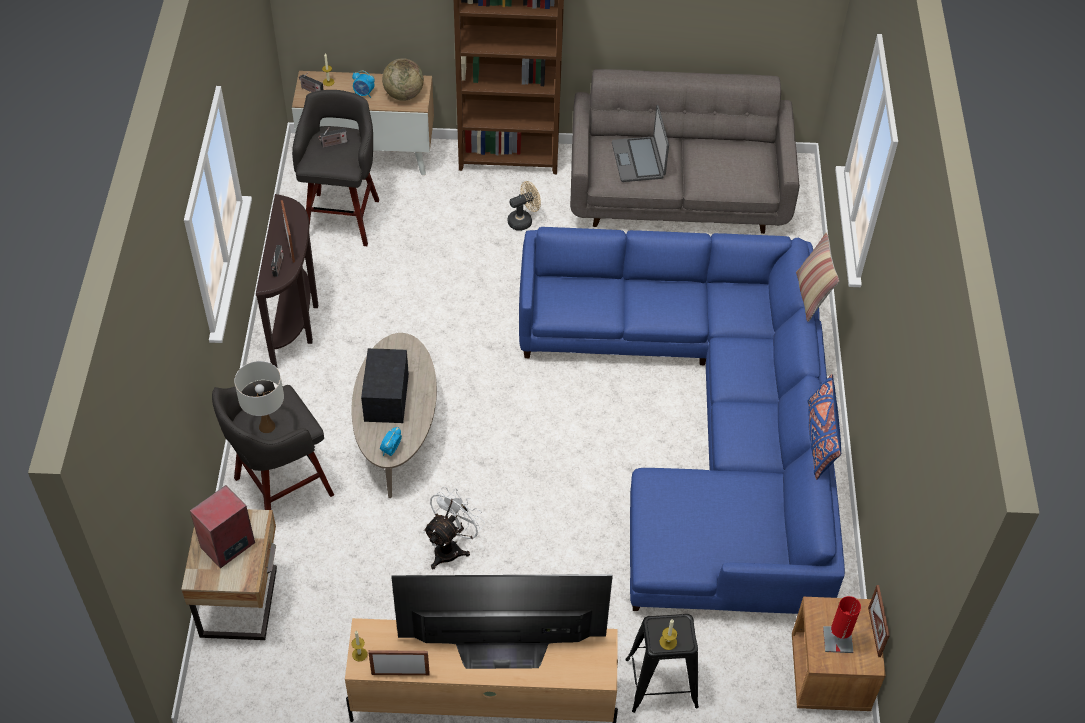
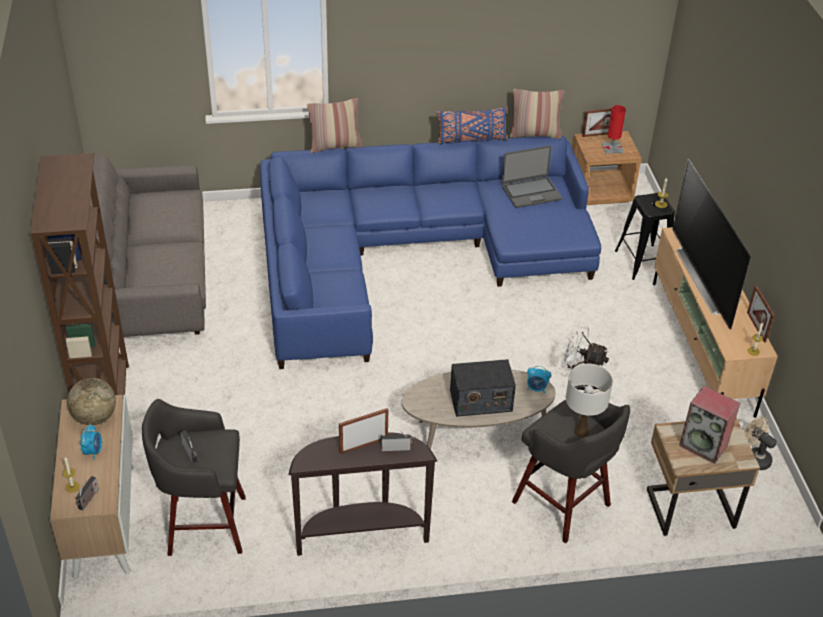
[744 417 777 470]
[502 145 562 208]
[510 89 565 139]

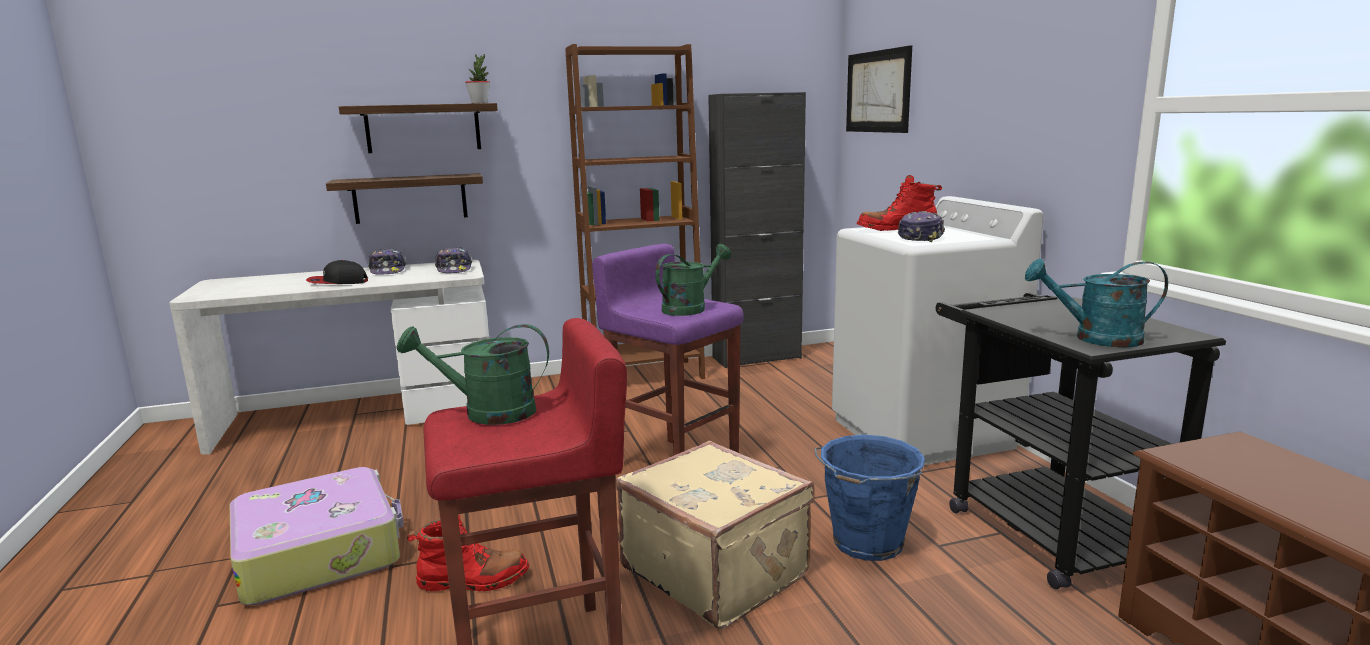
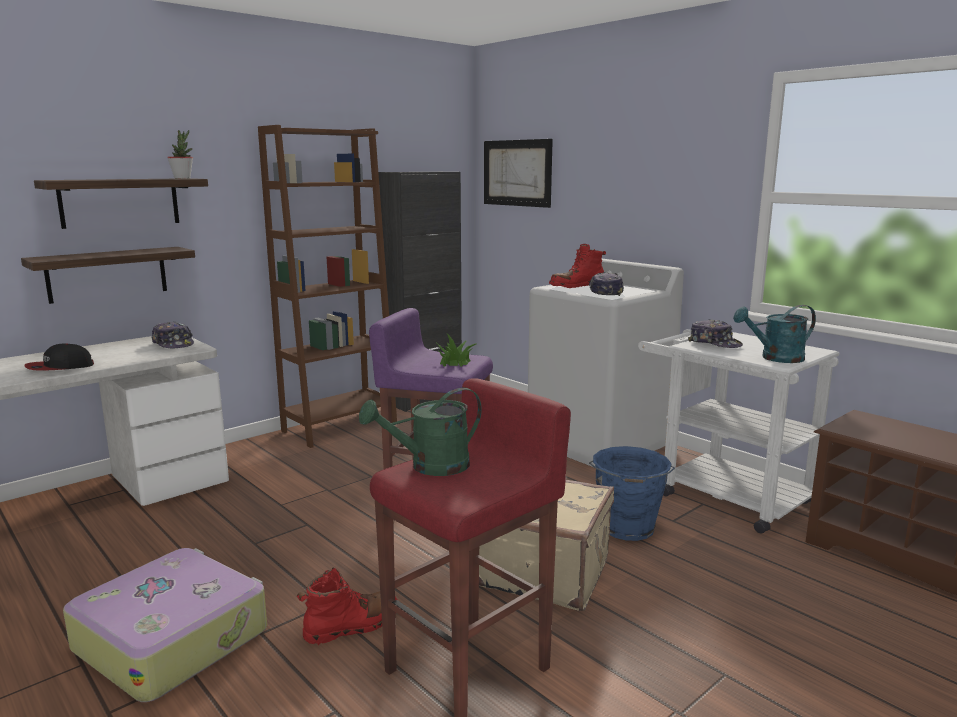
[688 320 743 348]
[437 334 476 367]
[638 329 839 534]

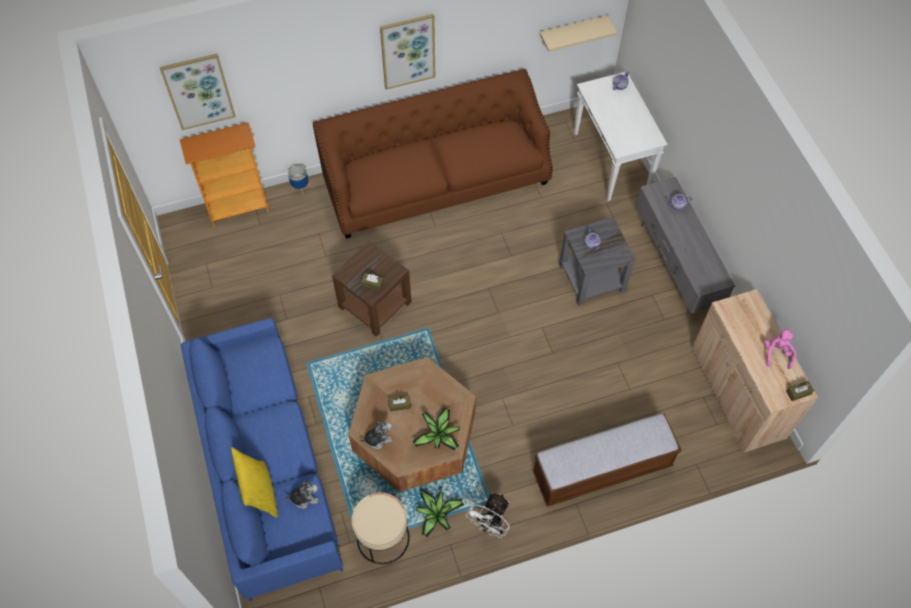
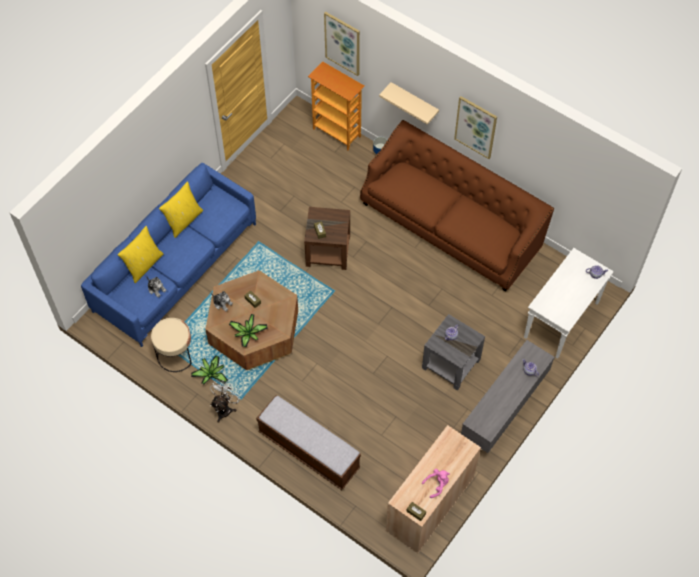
[210 379 242 423]
[379 82 439 125]
[159 181 203 238]

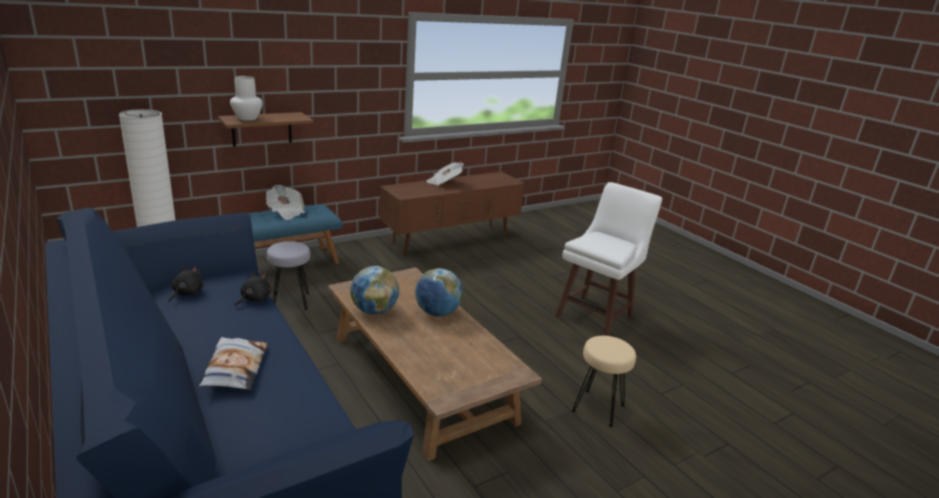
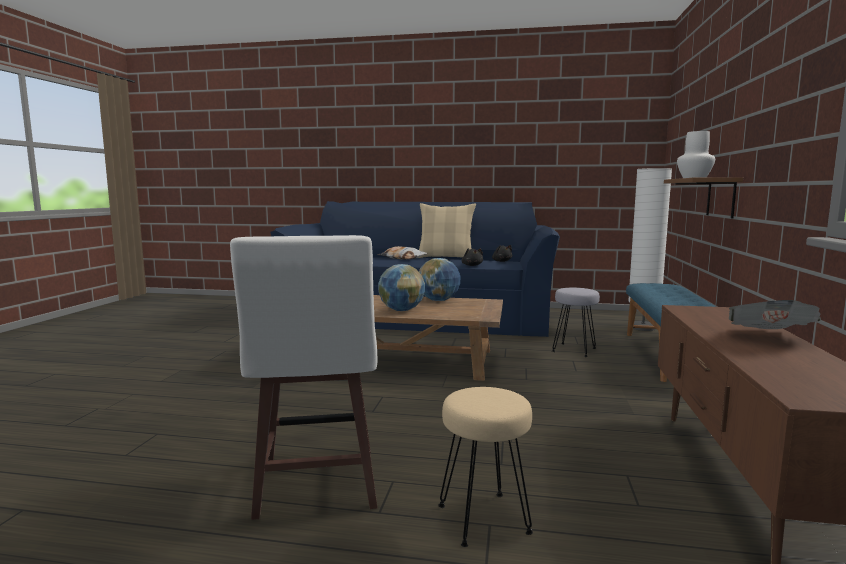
[266 185 305 220] (first image)
[438 387 533 547]
[419 203 476 258]

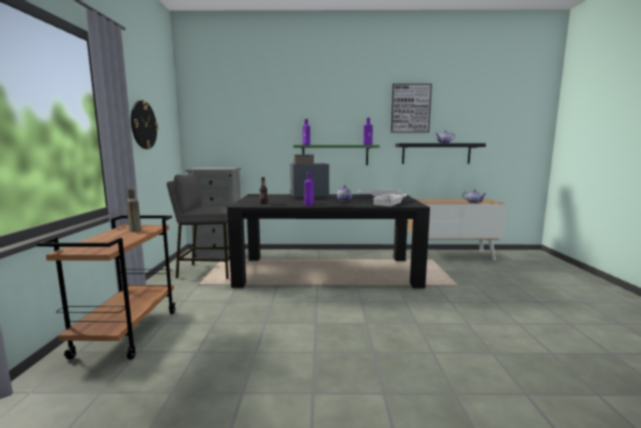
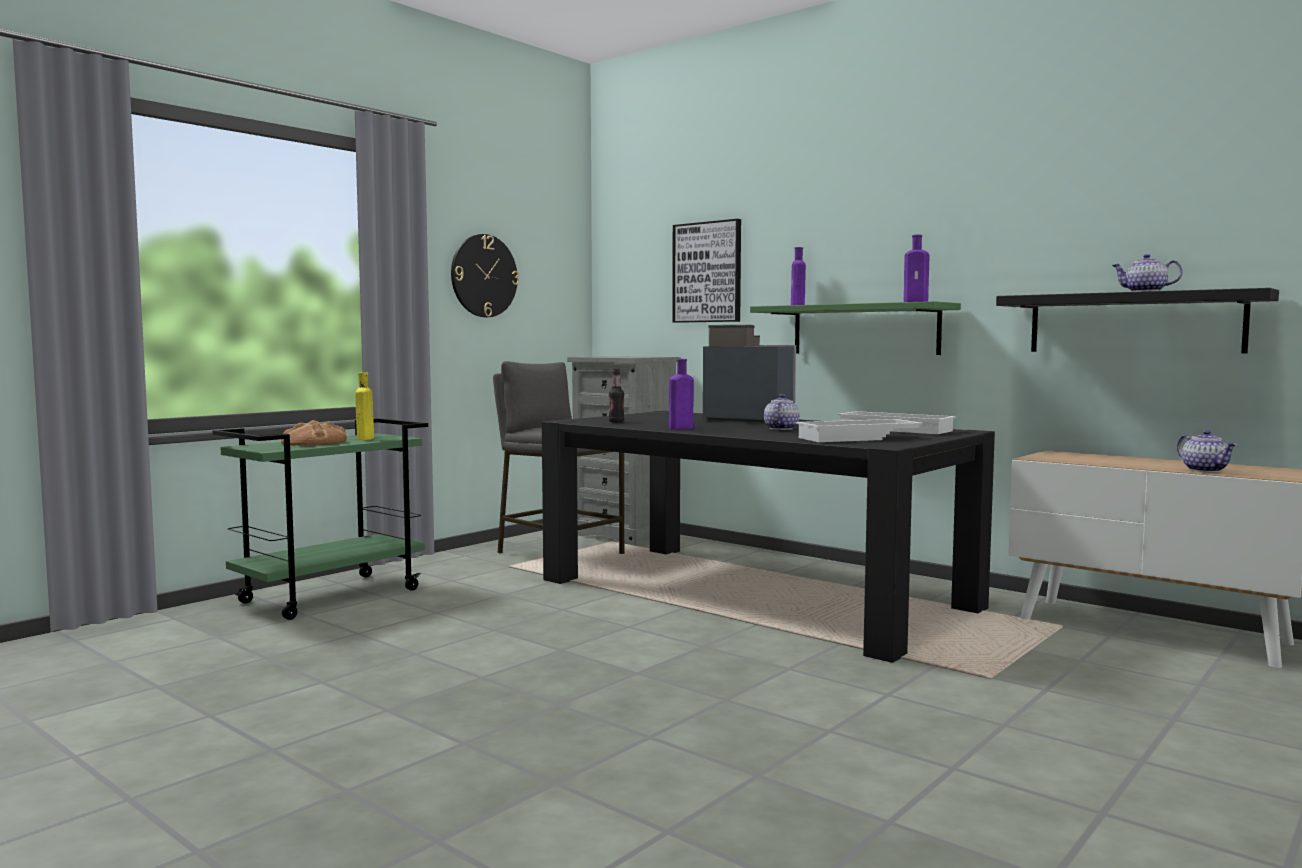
[212 418 428 620]
[355 372 374 440]
[672 219 741 323]
[281 420 347 446]

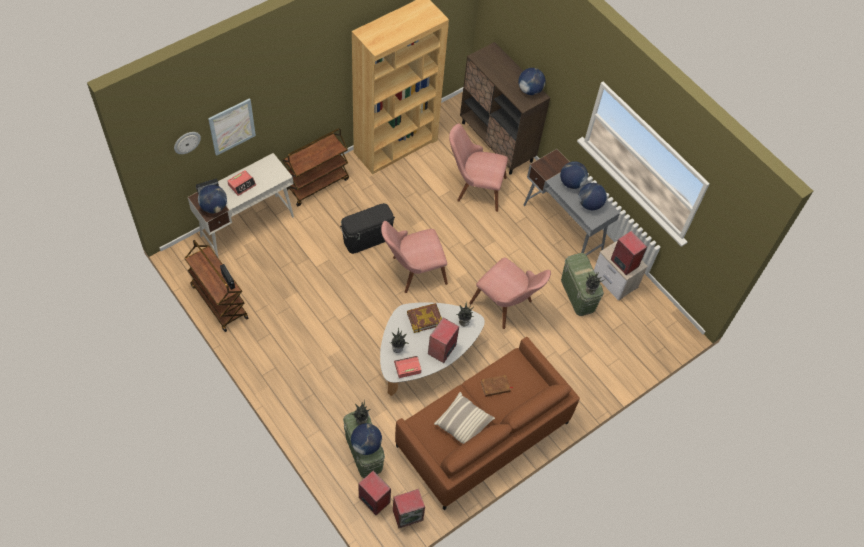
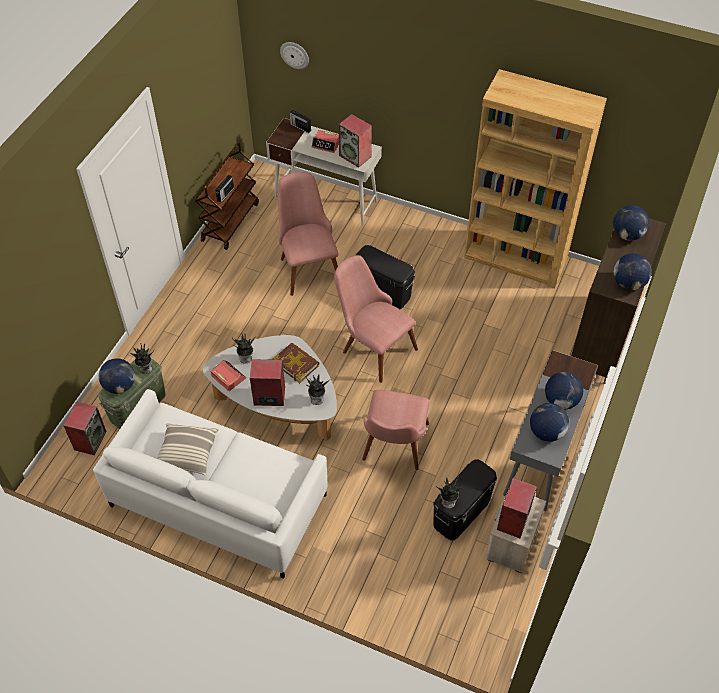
[613 205 649 241]
[208 98 256 156] (first image)
[283 128 349 206] (first image)
[338 114 372 168]
[93 389 327 579]
[278 172 338 296]
[481 375 513 397] (first image)
[433 459 497 540]

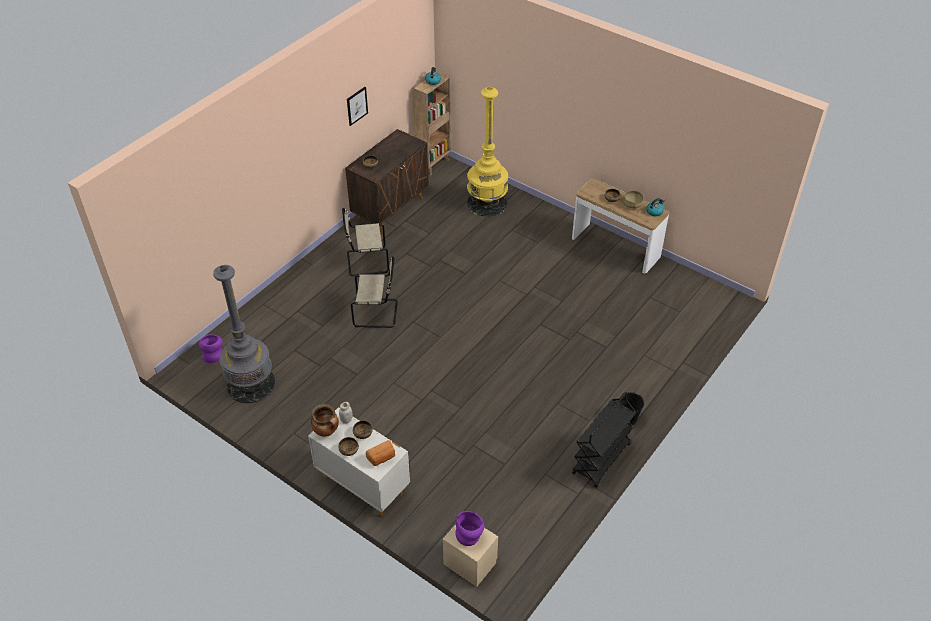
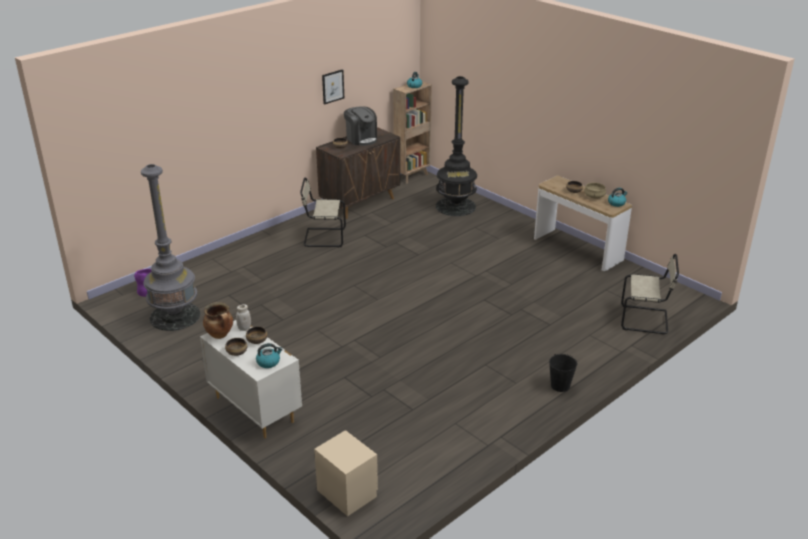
[621 254 679 334]
[256 343 282 368]
[456 511 485 546] (first image)
[436 76 477 216]
[572 392 636 488] (first image)
[344 106 377 146]

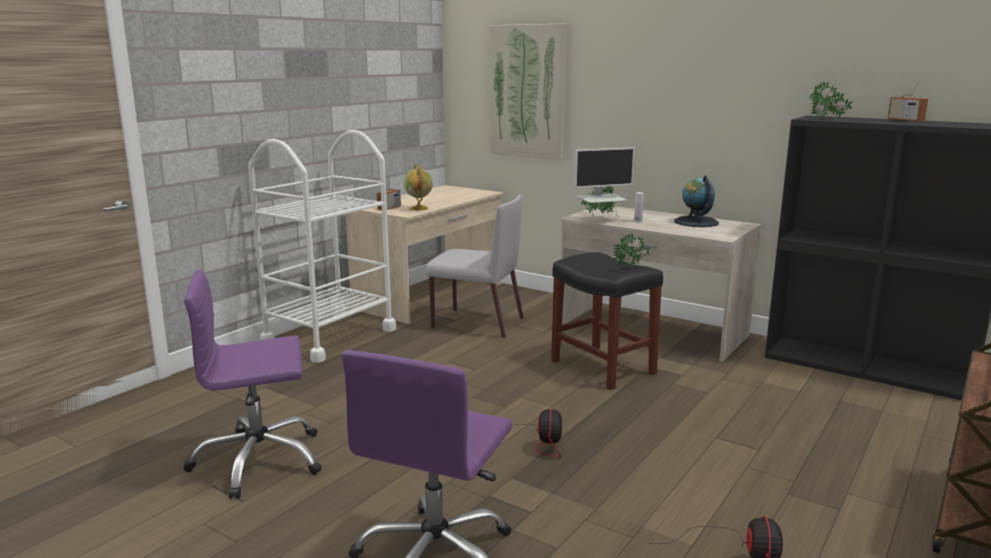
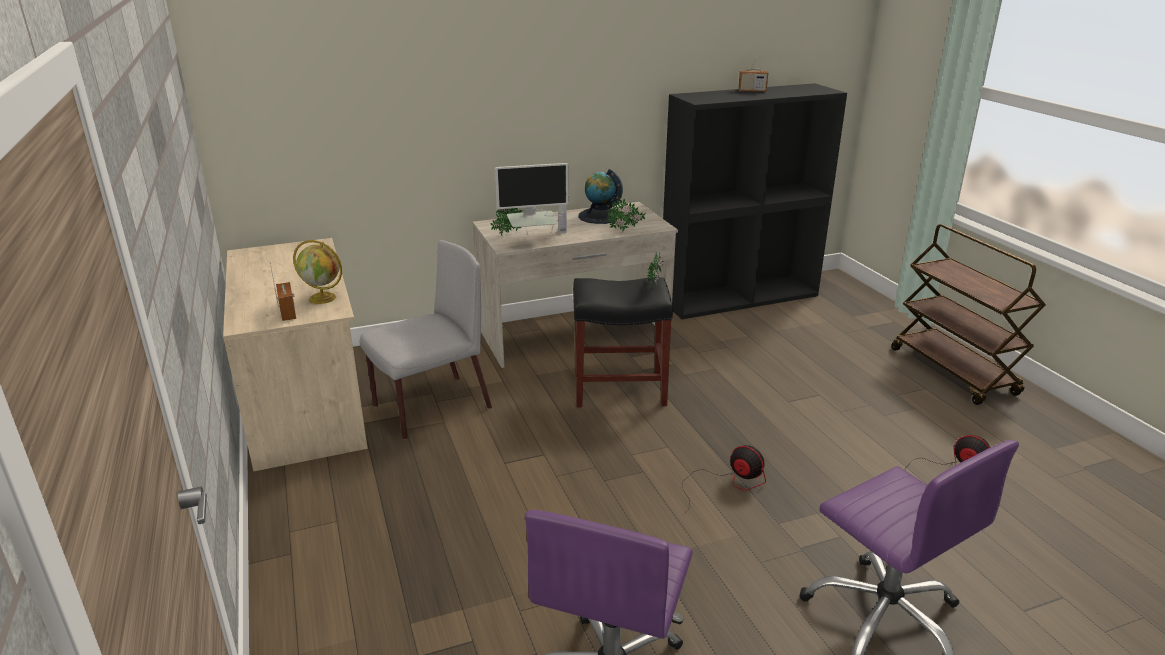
[248 130 396 363] (first image)
[490 24 567 160] (first image)
[495 163 569 241]
[608 199 646 231]

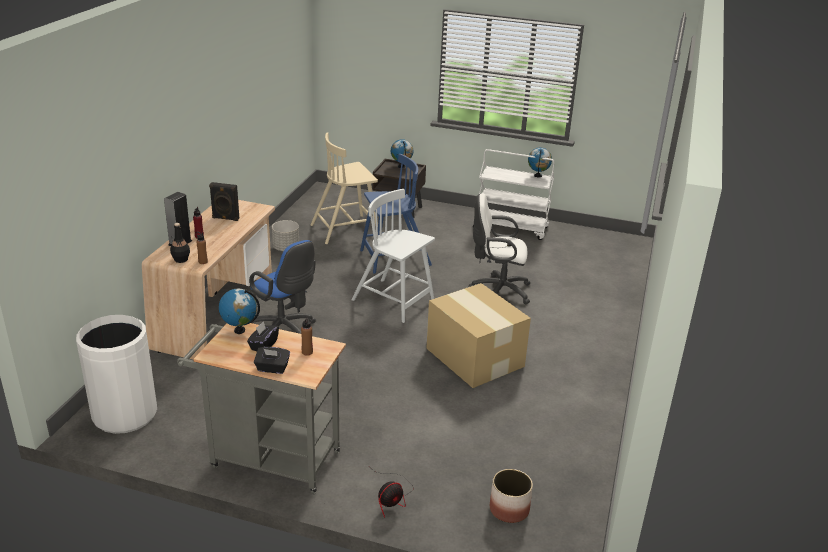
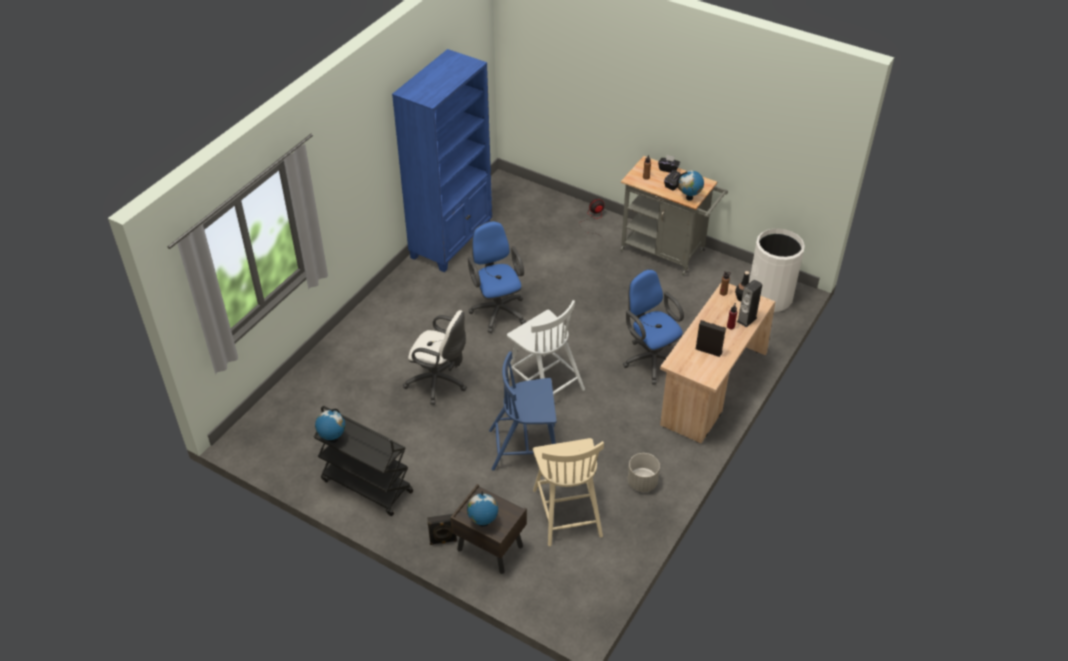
[533 438 604 546]
[468 221 526 333]
[314 406 413 516]
[490 469 533 523] (first image)
[392 49 492 272]
[427 514 457 545]

